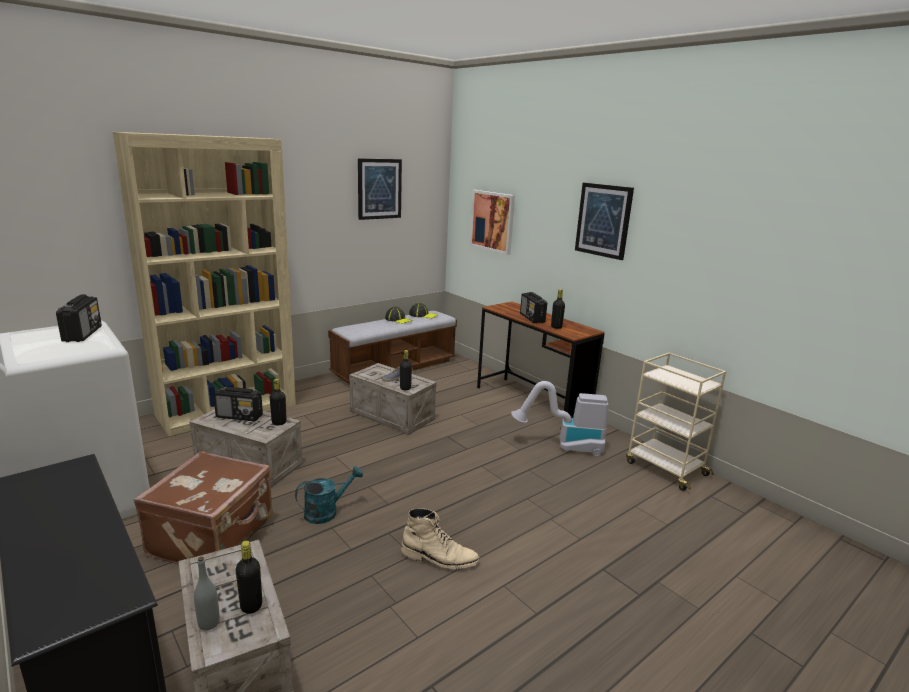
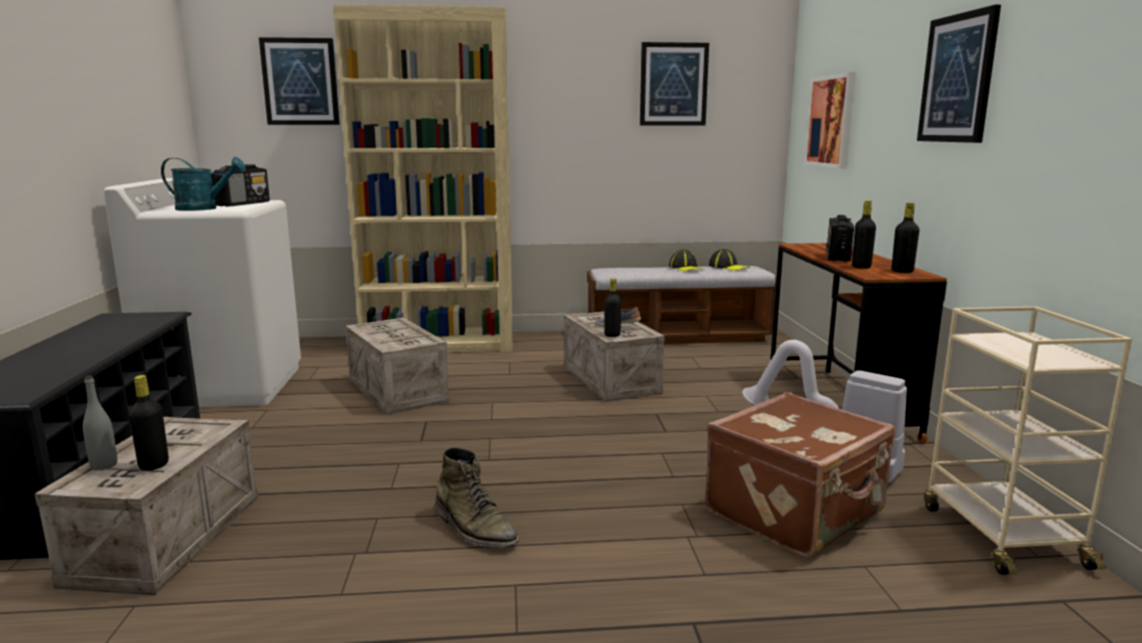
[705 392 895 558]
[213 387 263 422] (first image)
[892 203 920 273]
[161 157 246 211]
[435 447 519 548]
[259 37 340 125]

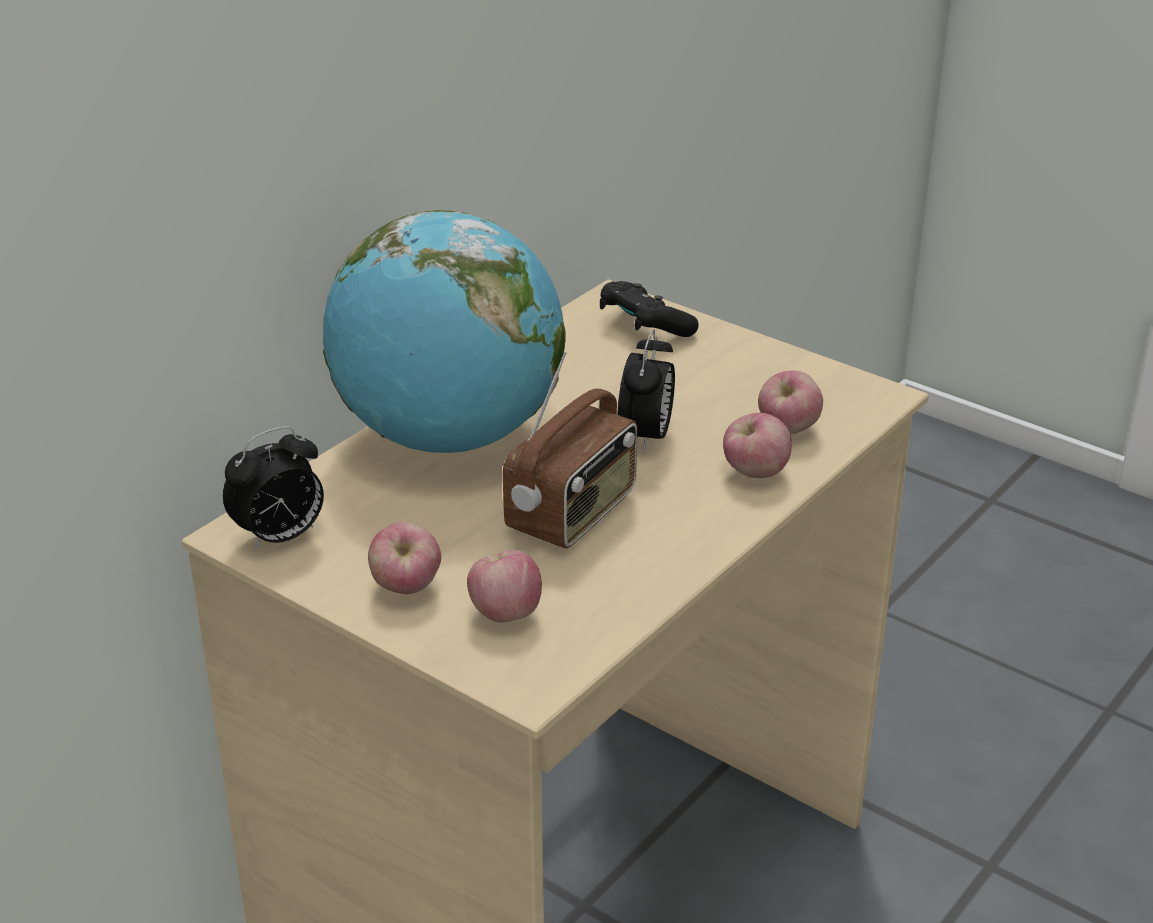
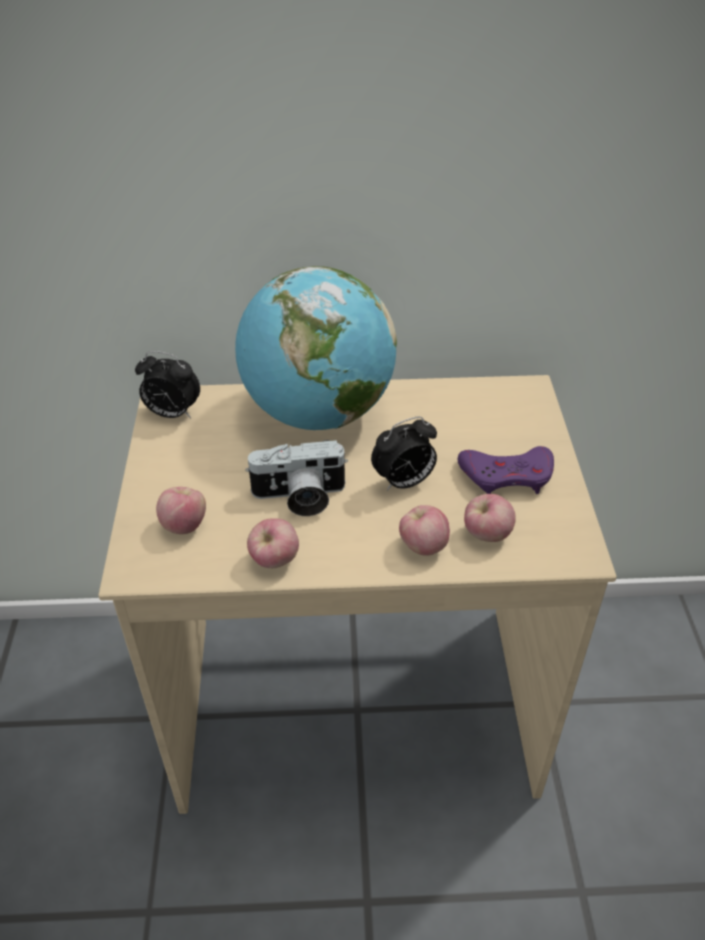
[247 518 299 568]
[245 440 348 516]
[600 281 699 337] (first image)
[458 446 554 494]

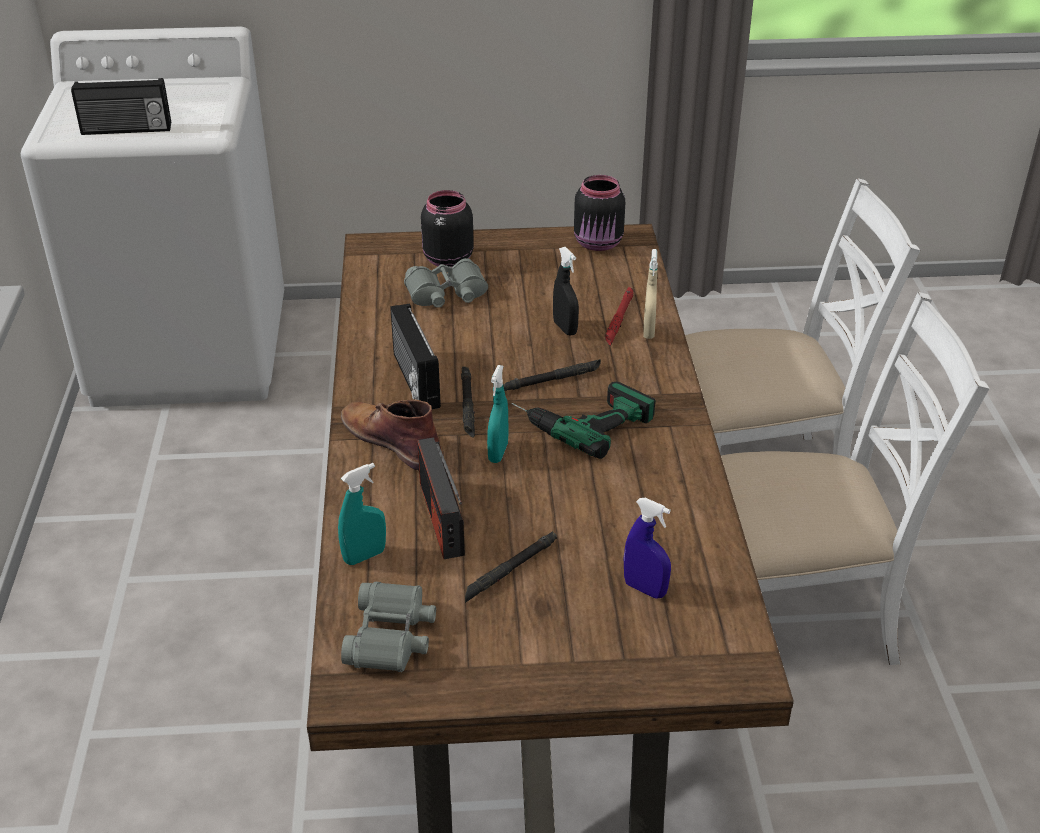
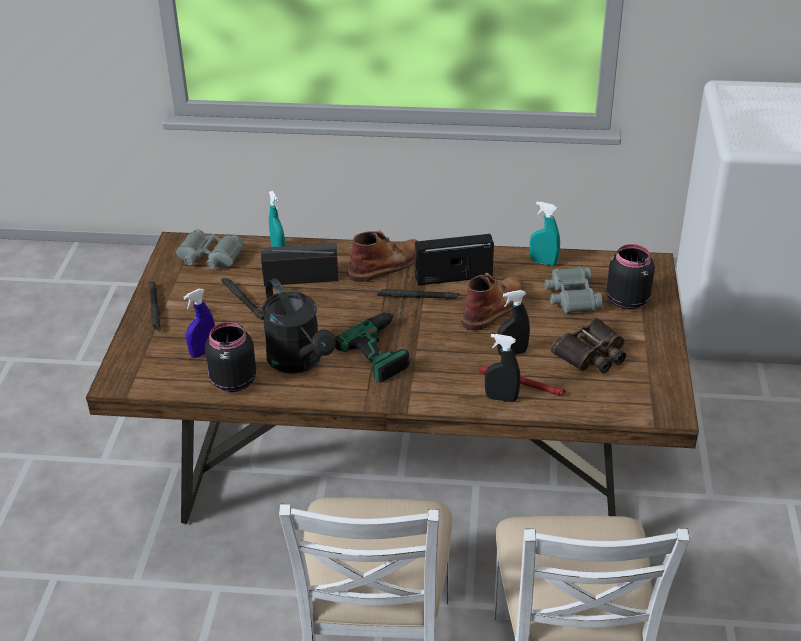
[71 78 171 135] (first image)
[530 202 560 266]
[149 281 161 332]
[205 322 256 393]
[485 334 520 402]
[262 278 336 373]
[461 273 525 331]
[551 318 626 373]

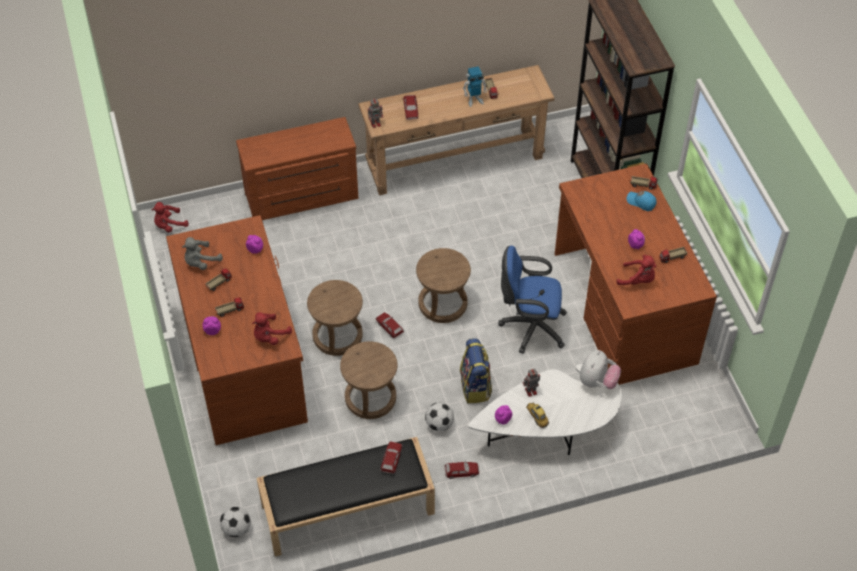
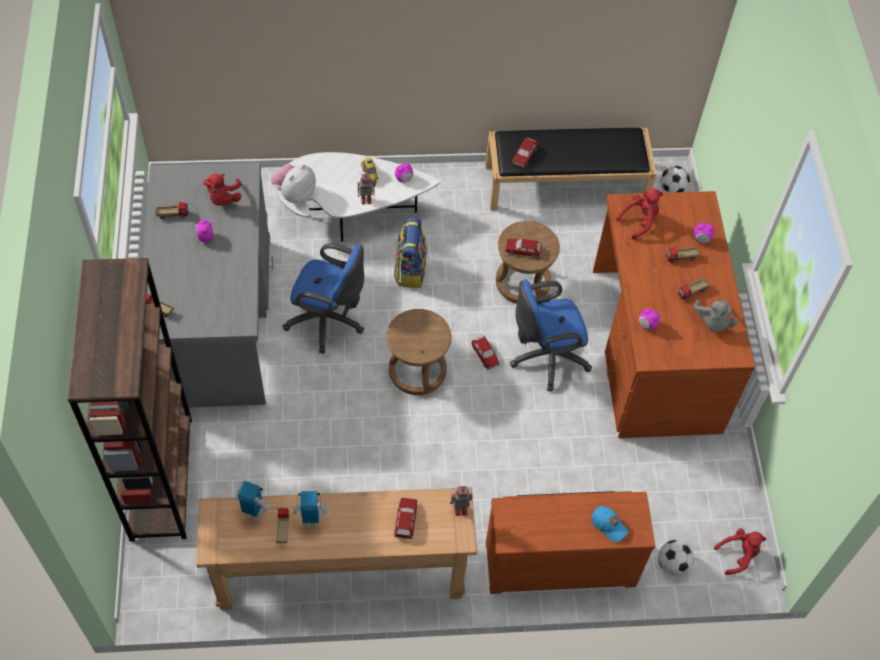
[694 300 738 332]
[510 279 592 391]
[658 540 694 576]
[504 238 542 258]
[143 163 273 408]
[204 173 242 206]
[592 506 628 542]
[235 481 271 520]

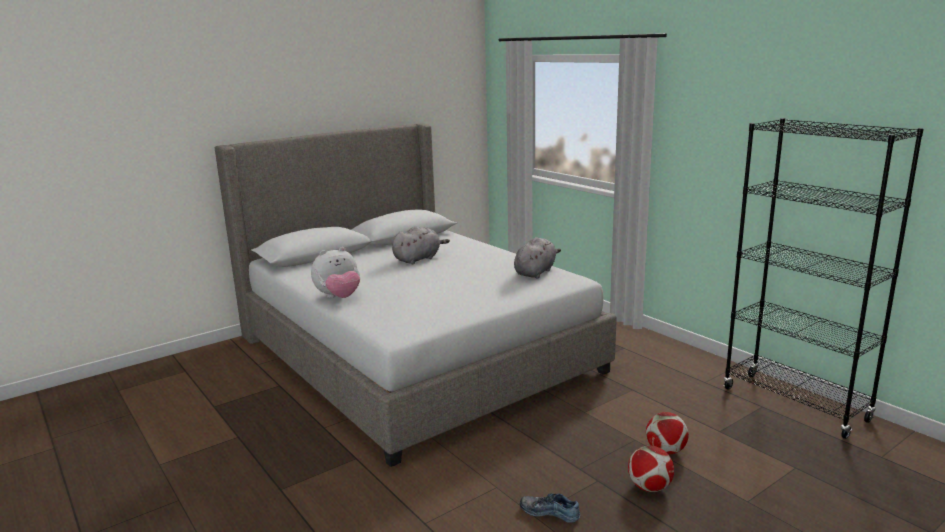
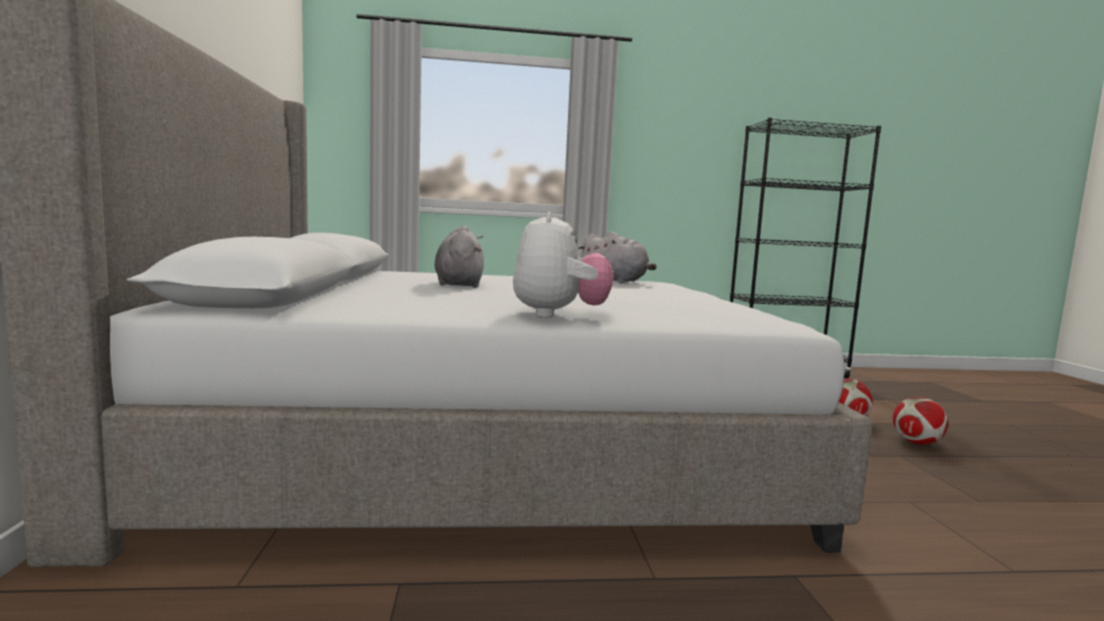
[578 232 657 283]
[520 493 581 523] (first image)

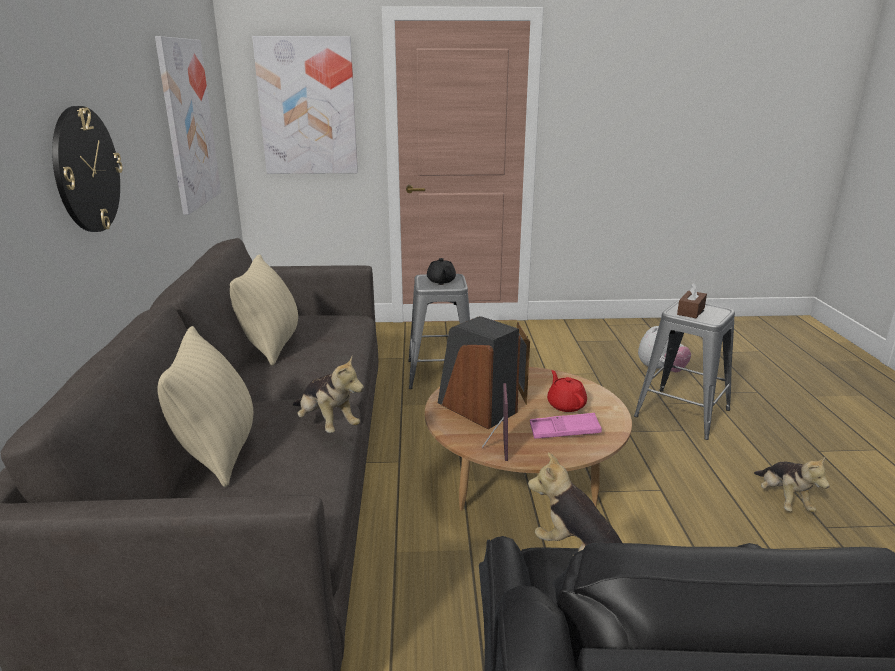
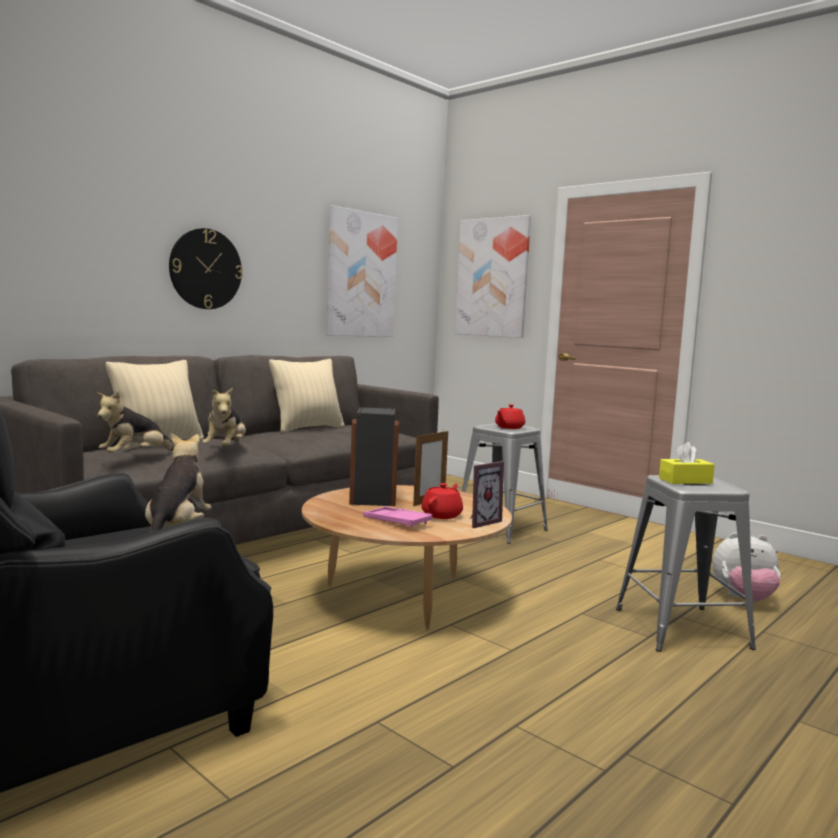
[495 404 525 429]
[470 461 504 528]
[659 442 715 484]
[97 391 174 453]

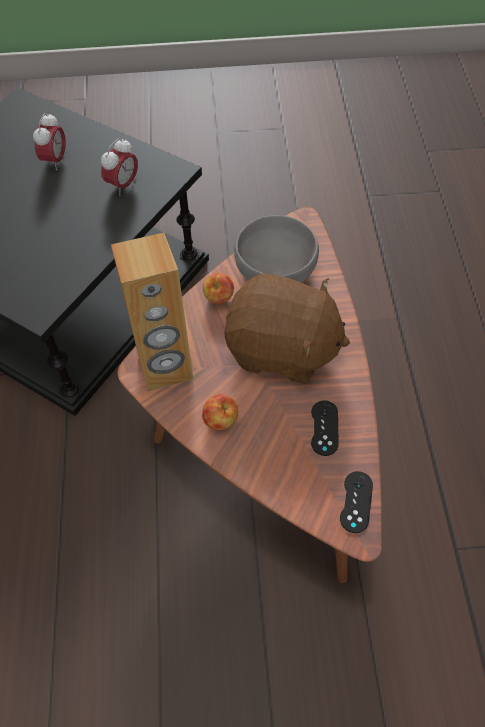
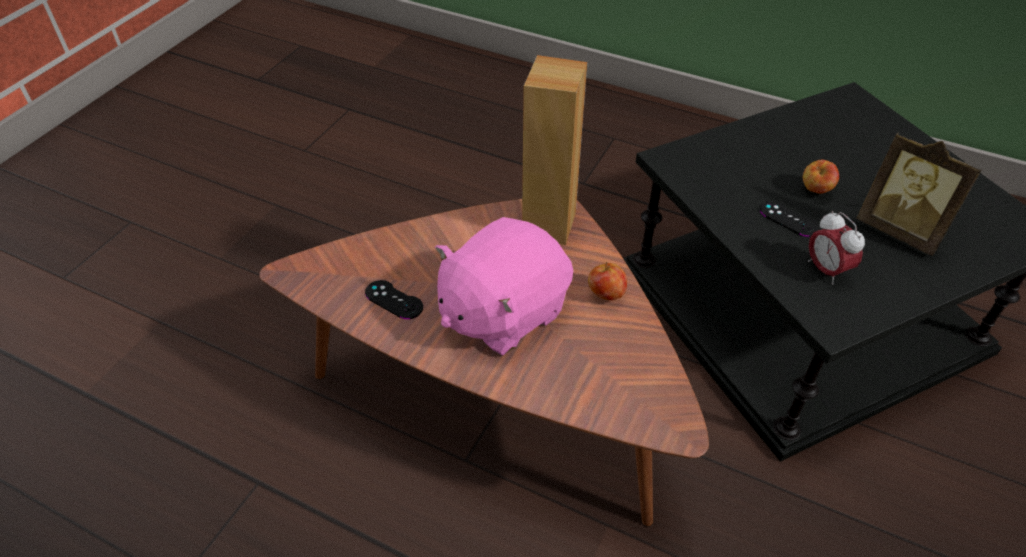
[856 133 982 256]
[803 160 839 194]
[435 217 573 356]
[234 215 319 282] (first image)
[760 201 819 237]

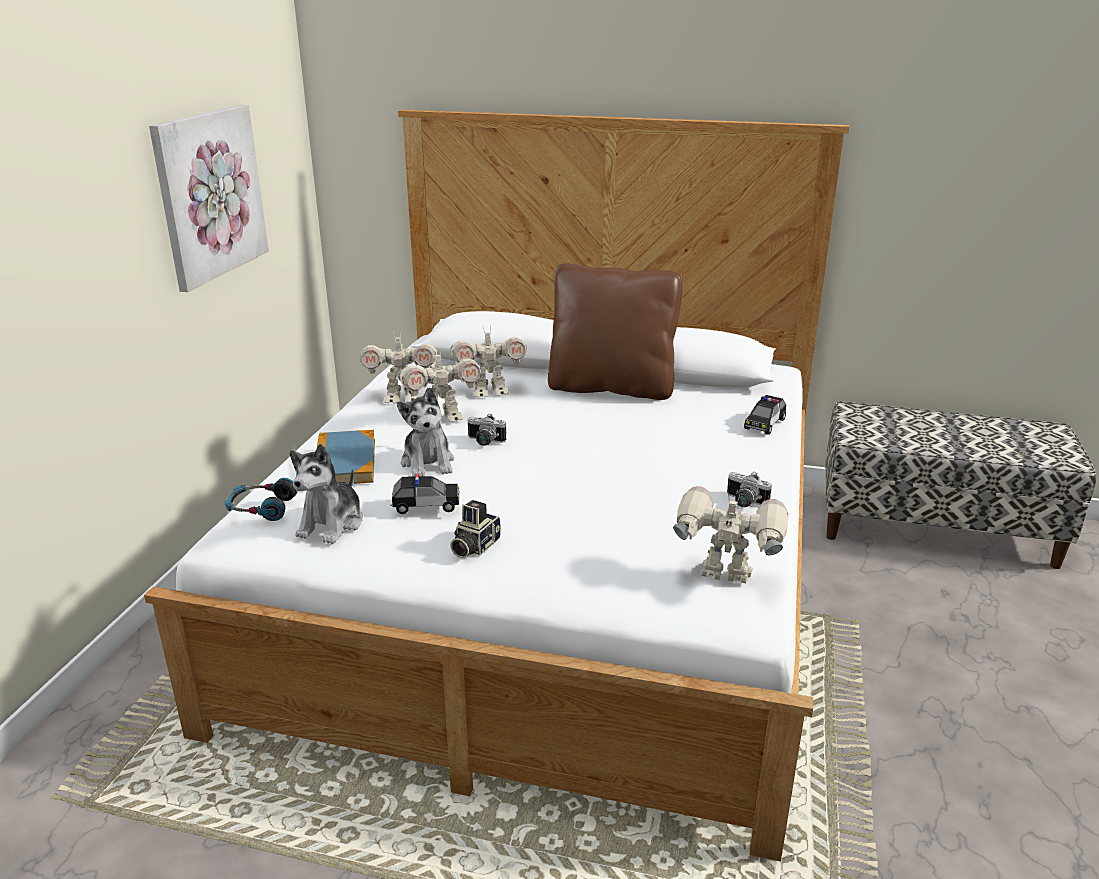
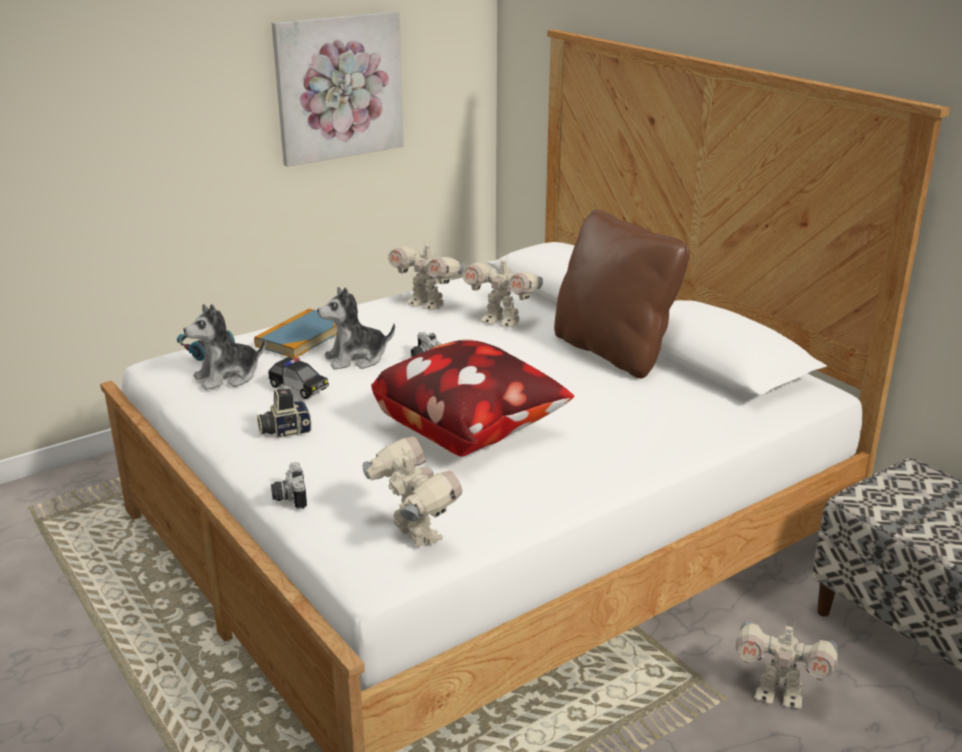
[317 287 395 370]
[736 618 838 709]
[271 462 307 509]
[744 395 786 435] (first image)
[371 340 574 457]

